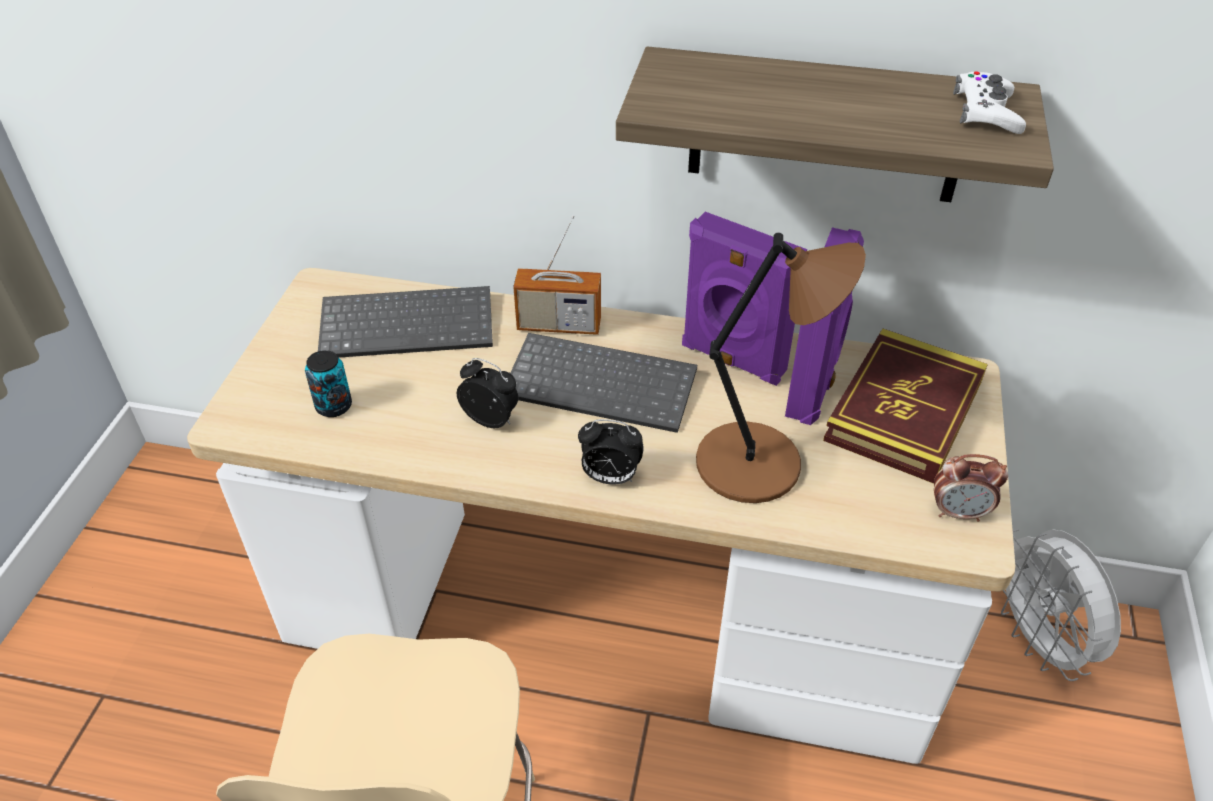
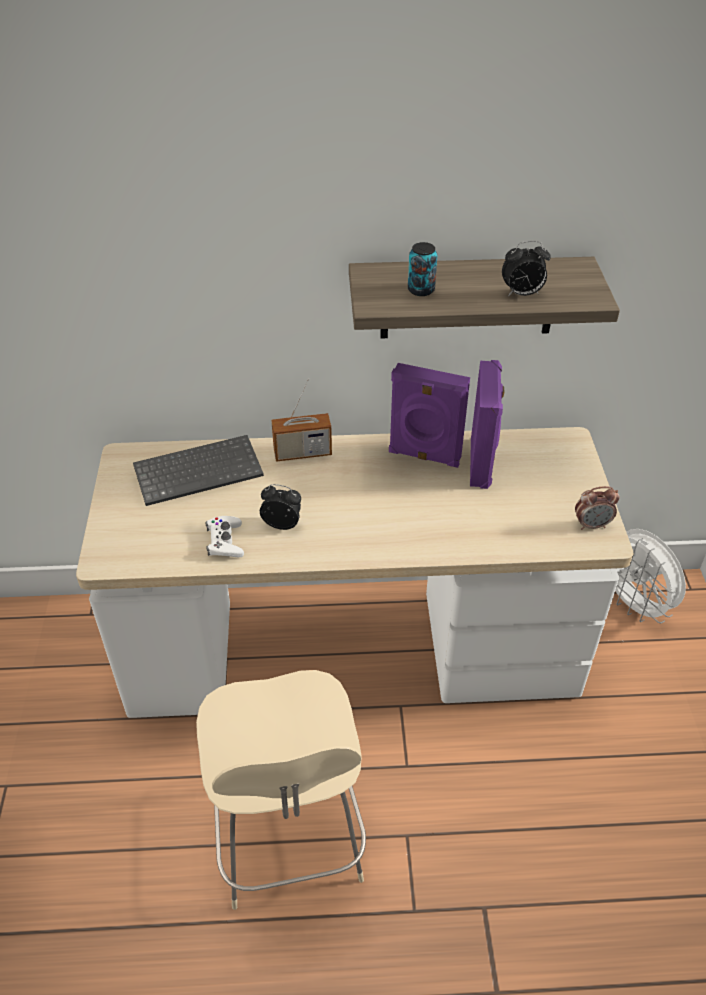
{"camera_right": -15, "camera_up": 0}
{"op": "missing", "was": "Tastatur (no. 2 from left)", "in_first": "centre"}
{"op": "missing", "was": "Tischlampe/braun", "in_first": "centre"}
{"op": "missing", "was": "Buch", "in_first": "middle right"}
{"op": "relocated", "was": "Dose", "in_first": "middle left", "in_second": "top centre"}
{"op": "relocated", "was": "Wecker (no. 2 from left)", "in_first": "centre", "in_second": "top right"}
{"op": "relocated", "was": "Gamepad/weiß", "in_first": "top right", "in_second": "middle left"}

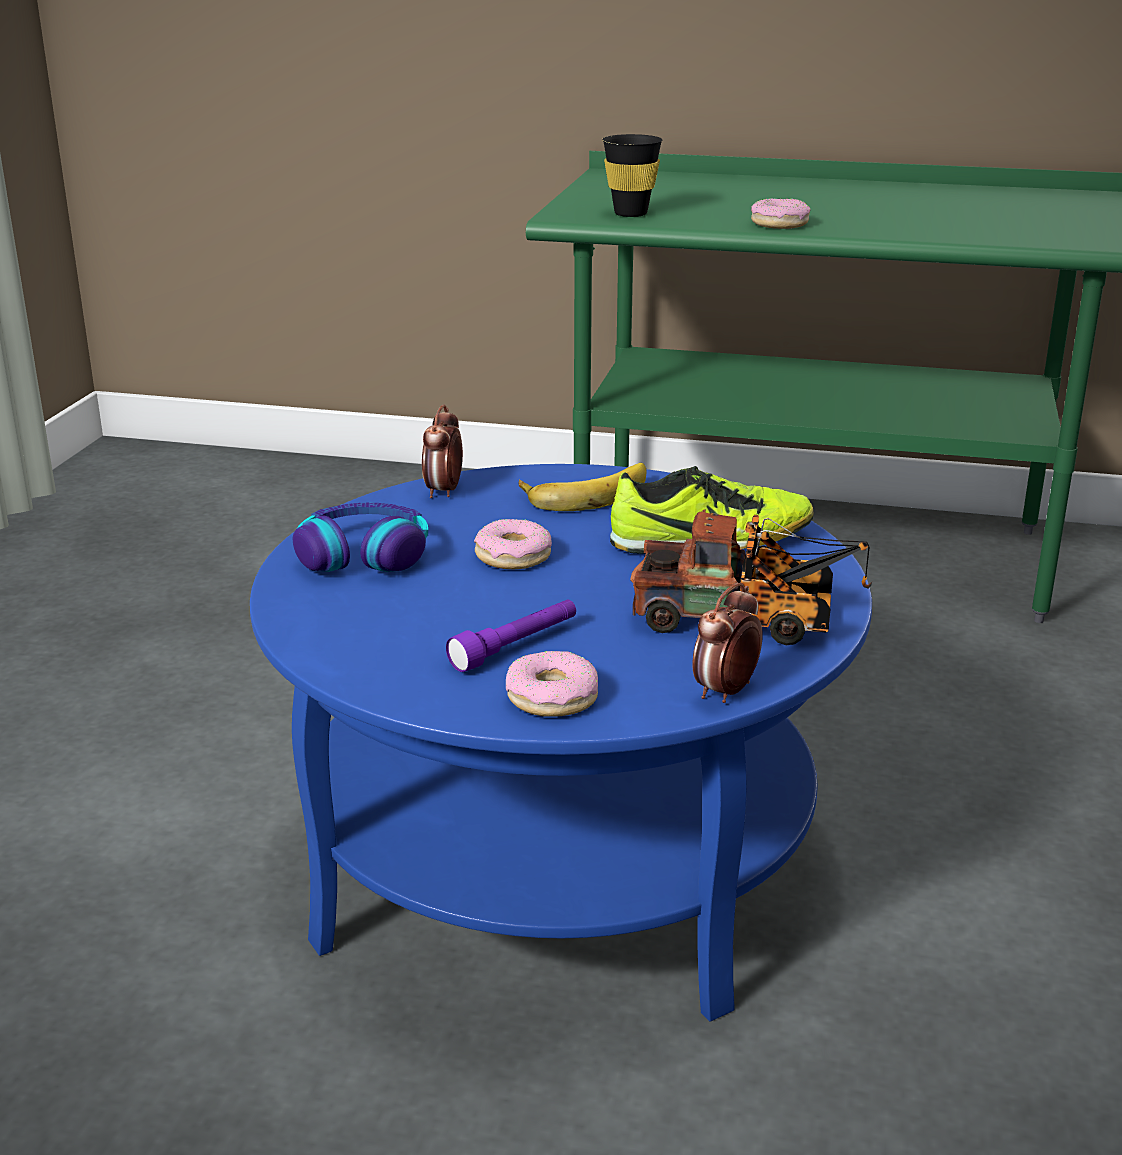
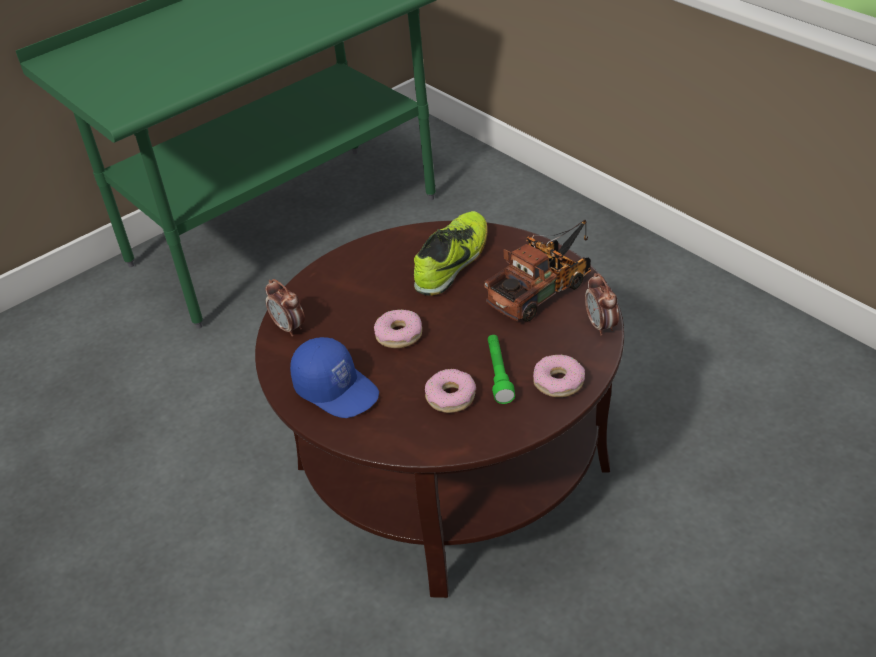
{"camera_right": -50, "camera_up": 15}
{"op": "missing", "was": "Banane", "in_first": "centre"}
{"op": "missing", "was": "Tasse/schwarz", "in_first": "top centre"}
{"op": "relocated", "was": "Donut (no. 3 from left in the first image)", "now": "Donut (no. 2 from left)", "in_first": "top right", "in_second": "centre"}
{"op": "exchanged", "was": "Kopfhörer", "now": "Kappe/blau", "in_first": "middle left", "in_second": "centre"}
{"op": "colour", "was": "Couchtisch/blau", "now": "Couchtisch/braun", "in_first": "centre", "in_second": "centre"}
{"op": "colour", "was": "Taschenlampe/lila", "now": "Taschenlampe/grün", "in_first": "centre", "in_second": "centre"}

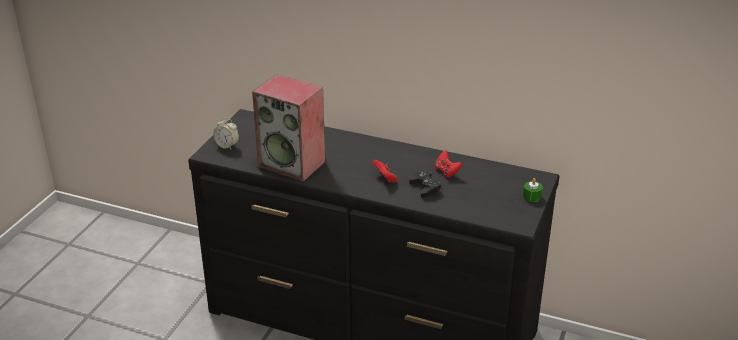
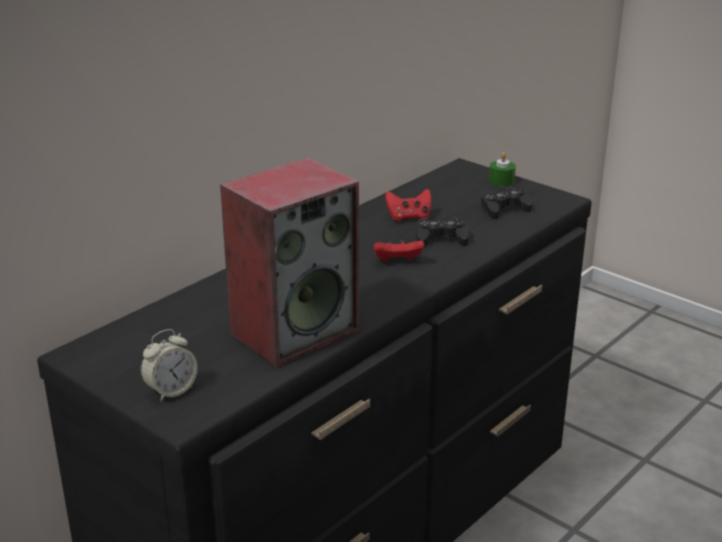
{"camera_right": -70, "camera_up": -5}
{"op": "appeared", "now": "Gamepad/schwarz (no. 2 from left)", "in_second": "middle right"}

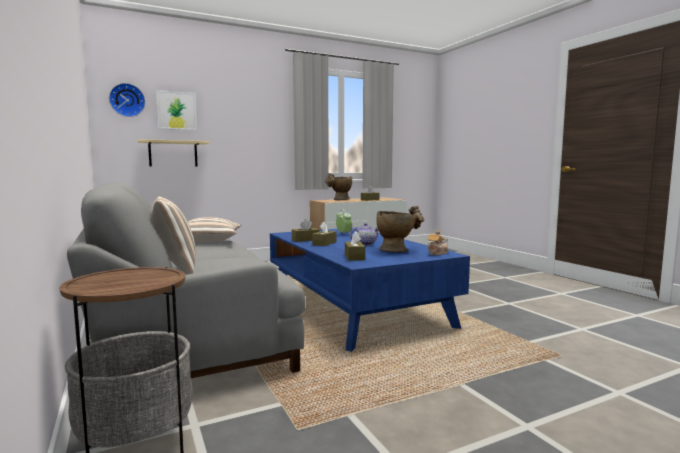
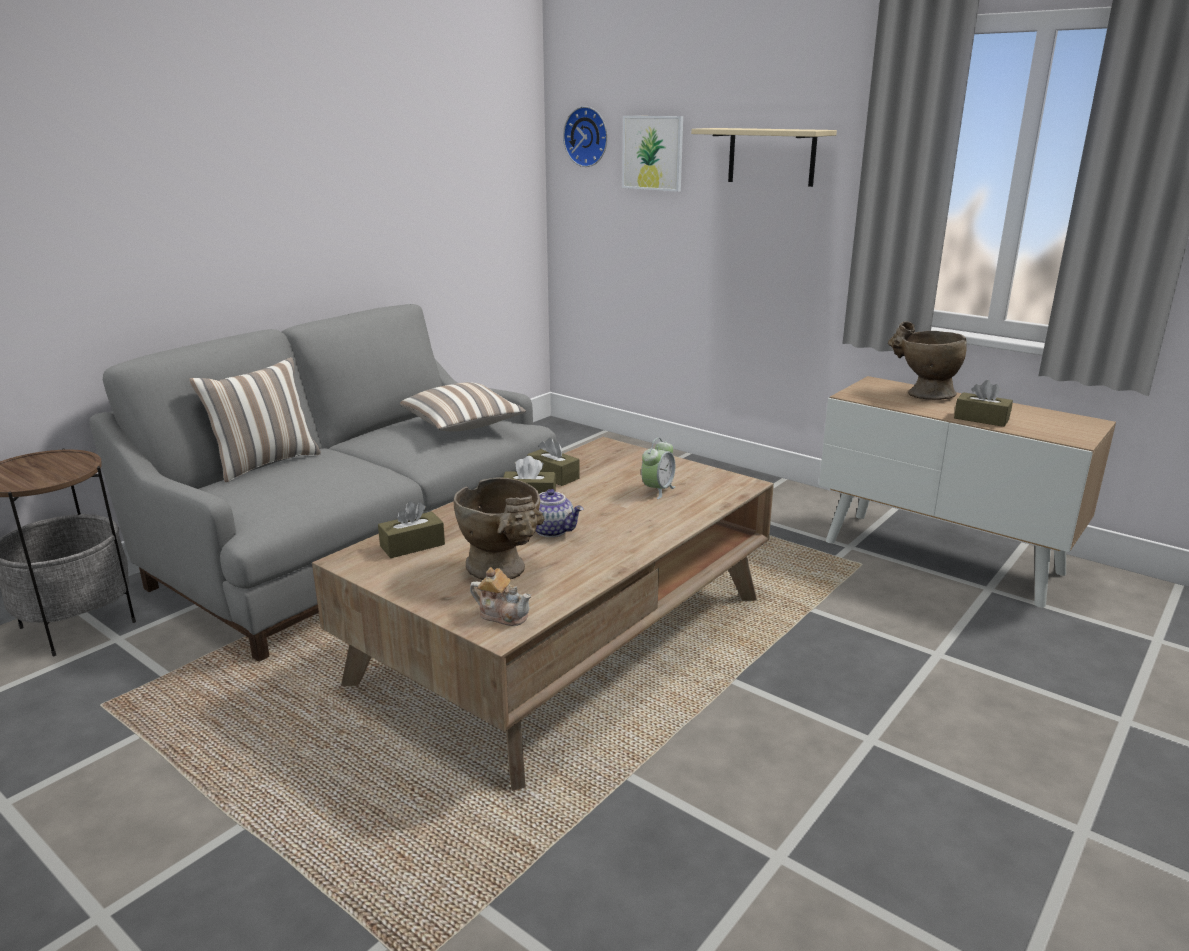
{"camera_right": 65, "camera_up": 15}
{"op": "relocated", "was": "Wandregal/beige", "in_first": "middle left", "in_second": "top centre"}
{"op": "colour", "was": "Couchtisch/blau", "now": "Couchtisch/braun", "in_first": "centre", "in_second": "centre"}

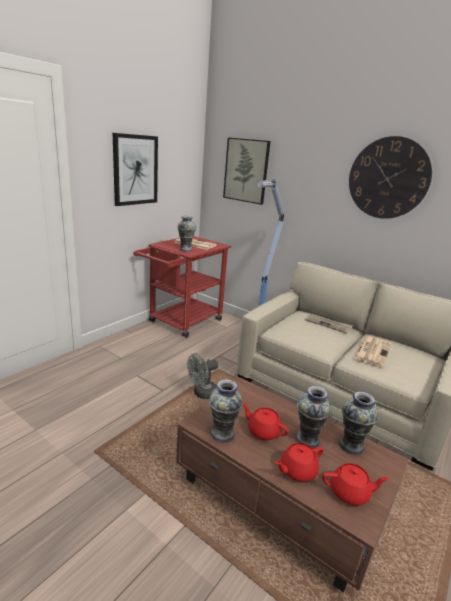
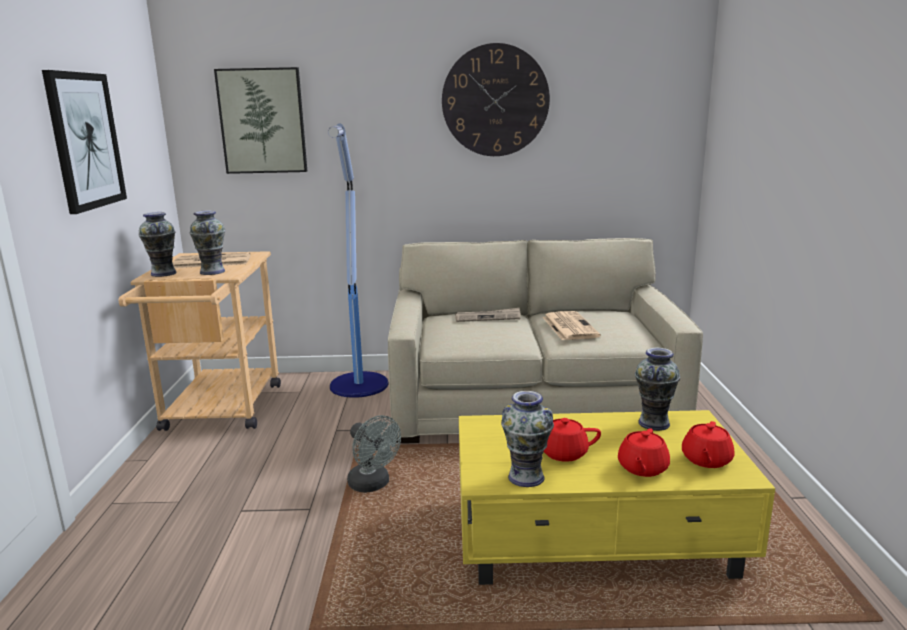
{"camera_right": -35, "camera_up": -5}
{"op": "relocated", "was": "Vase (no. 3 from left in the first image)", "now": "Vase (no. 1 from left)", "in_first": "bottom right", "in_second": "middle left"}
{"op": "colour", "was": "Rollwagen/rot", "now": "Rollwagen/beige", "in_first": "centre", "in_second": "middle left"}
{"op": "colour", "was": "Couchtisch/braun", "now": "Couchtisch/gelb", "in_first": "bottom centre", "in_second": "bottom right"}
{"op": "spun", "was": "Ventilator/grau", "in_first": "centre", "in_second": "bottom centre", "clockwise": -60}
{"op": "spun", "was": "Teekanne/rot (no. 3 from left)", "in_first": "bottom right", "in_second": "bottom right", "clockwise": 150}

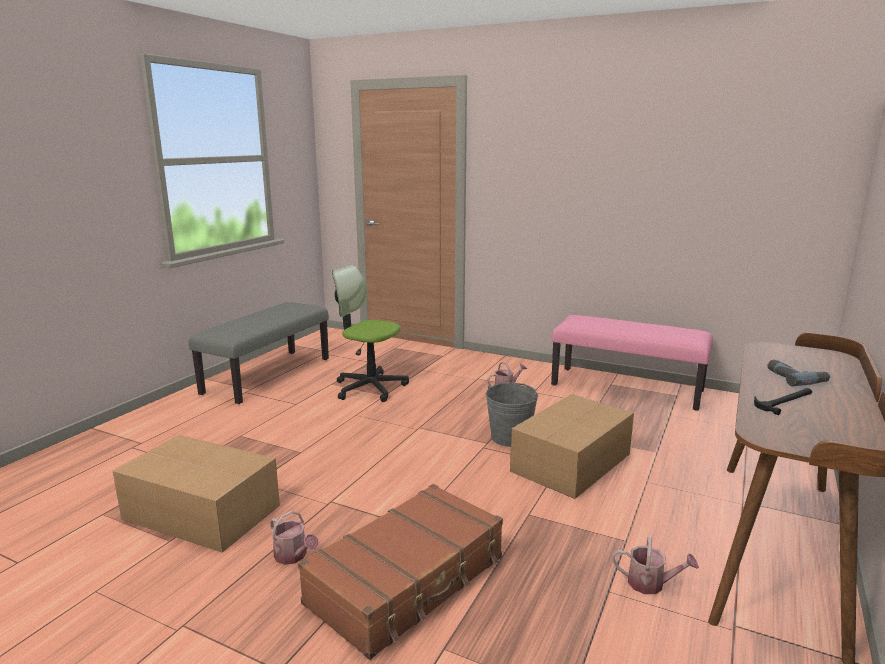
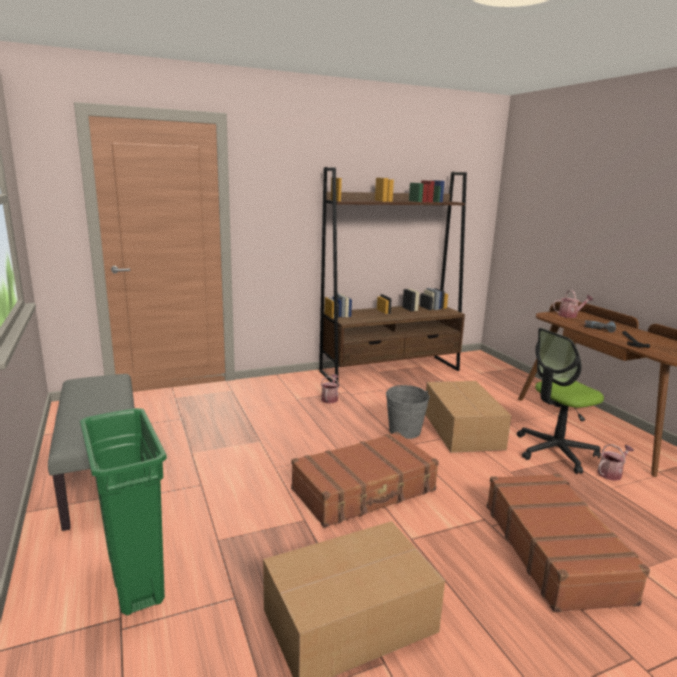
{"camera_right": -50, "camera_up": 0}
{"op": "appeared", "now": "Mülleimer/grün", "in_second": "bottom left"}
{"op": "appeared", "now": "Koffer/braun (no. 1 from left)", "in_second": "bottom centre"}
{"op": "relocated", "was": "Gießkanne (no. 1 from left in the first image)", "now": "Gießkanne (no. 2 from left)", "in_first": "bottom left", "in_second": "middle right"}
{"op": "relocated", "was": "Bürostuhl", "in_first": "centre", "in_second": "middle right"}
{"op": "exchanged", "was": "Bank/rosa", "now": "Bücherregal/braun", "in_first": "middle right", "in_second": "centre"}

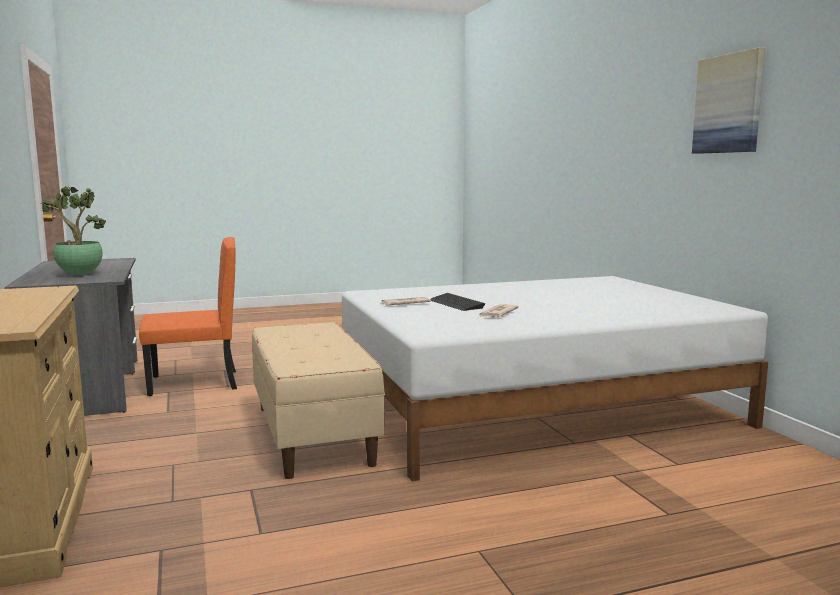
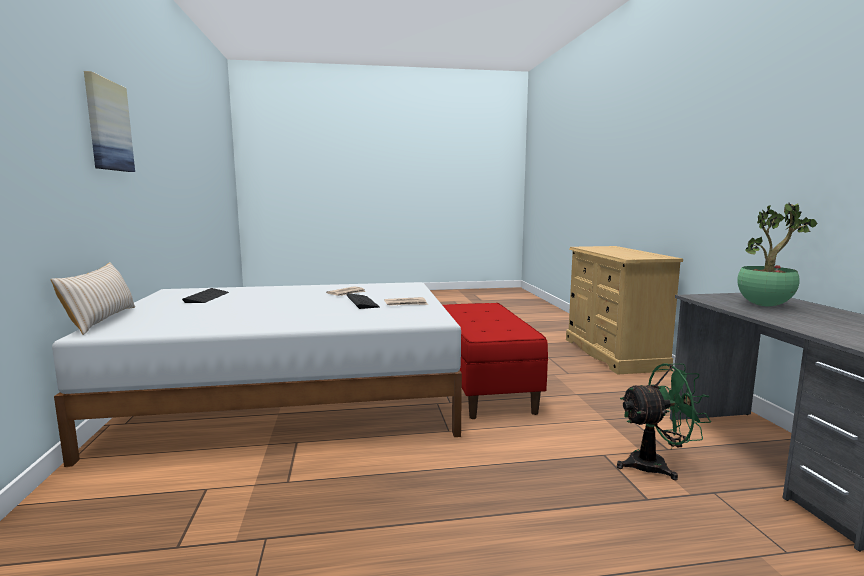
{"camera_right": -170, "camera_up": 0}
{"op": "appeared", "now": "Kissen/beige", "in_second": "middle left"}
{"op": "appeared", "now": "Tastatur (no. 1 from left)", "in_second": "middle left"}
{"op": "exchanged", "was": "Stuhl/orange", "now": "Ventilator/grün", "in_first": "middle left", "in_second": "bottom right"}
{"op": "colour", "was": "Bank/beige", "now": "Bank/rot", "in_first": "bottom centre", "in_second": "centre"}

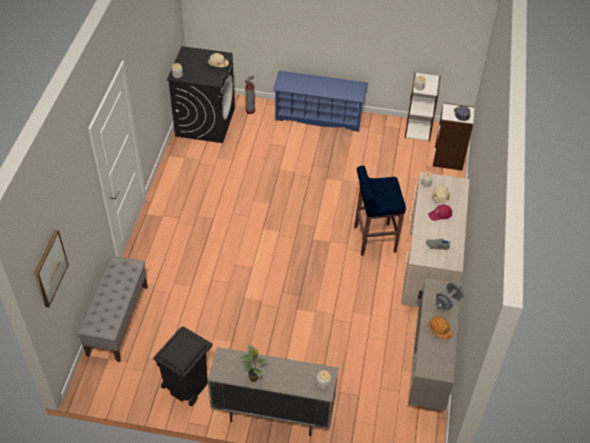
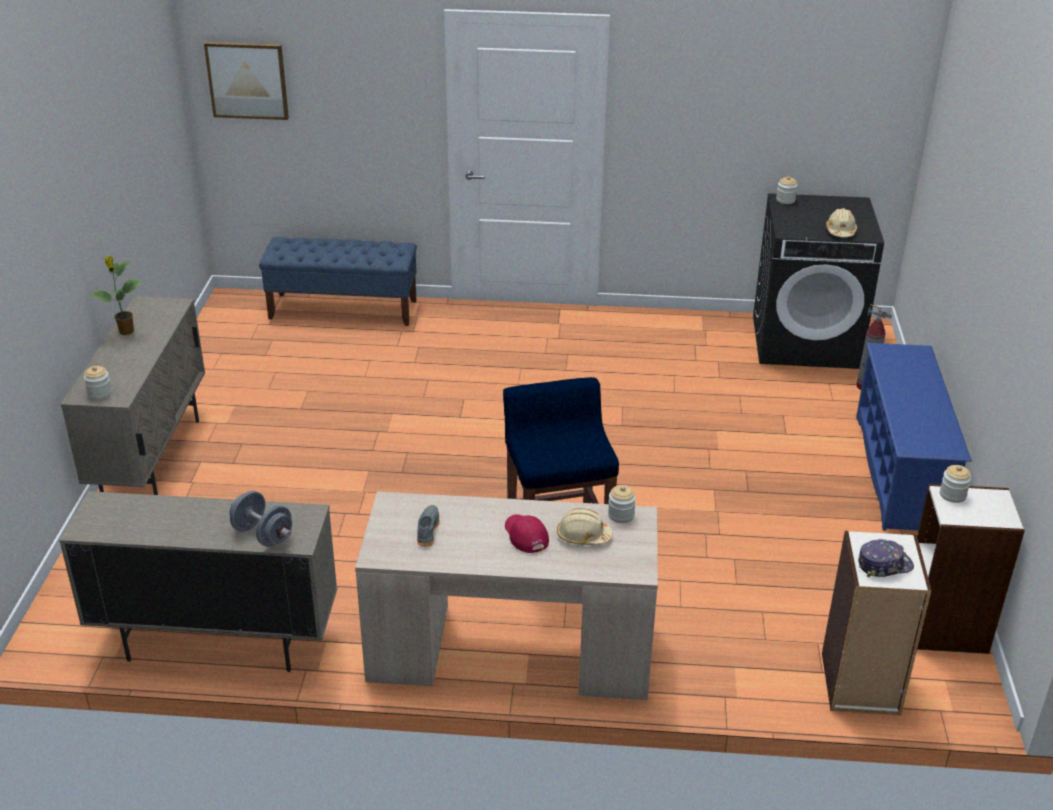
{"camera_right": 85, "camera_up": -15}
{"op": "missing", "was": "Mülleimer/schwarz", "in_first": "bottom left"}
{"op": "missing", "was": "Schutzhelm/orange", "in_first": "bottom right"}
{"op": "colour", "was": "Bank/grau", "now": "Bank/blau", "in_first": "bottom left", "in_second": "middle left"}

